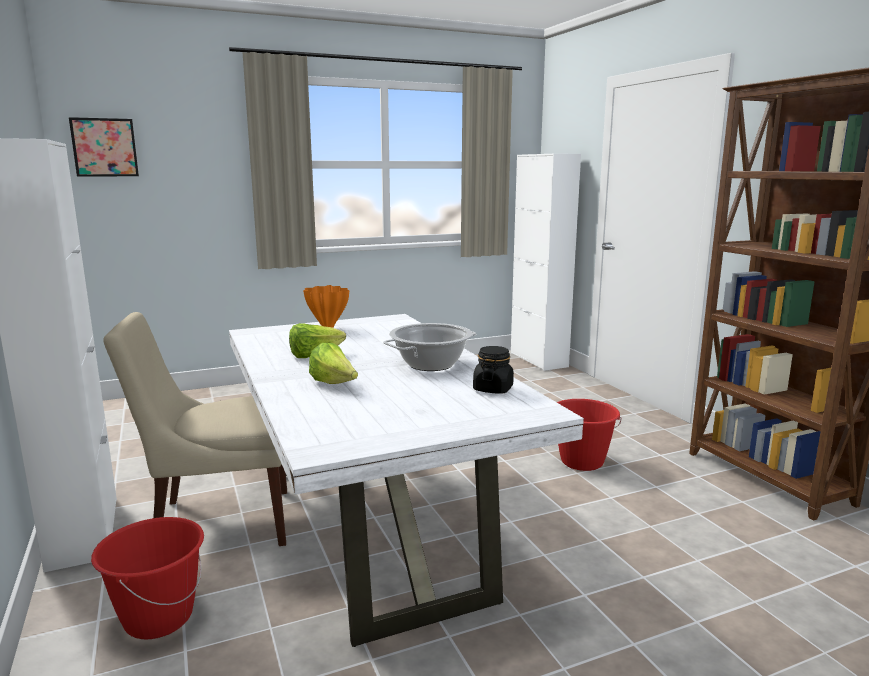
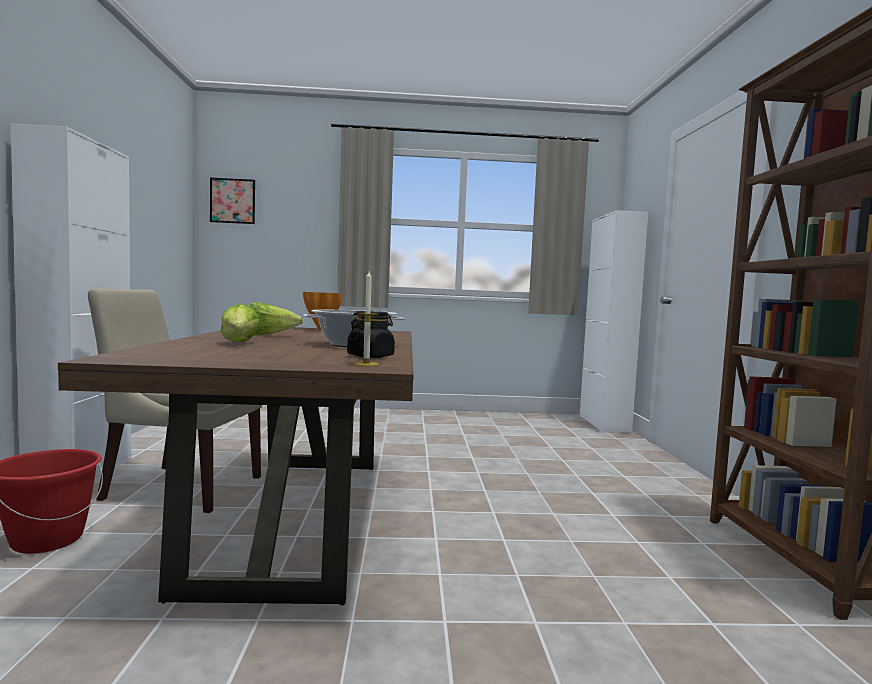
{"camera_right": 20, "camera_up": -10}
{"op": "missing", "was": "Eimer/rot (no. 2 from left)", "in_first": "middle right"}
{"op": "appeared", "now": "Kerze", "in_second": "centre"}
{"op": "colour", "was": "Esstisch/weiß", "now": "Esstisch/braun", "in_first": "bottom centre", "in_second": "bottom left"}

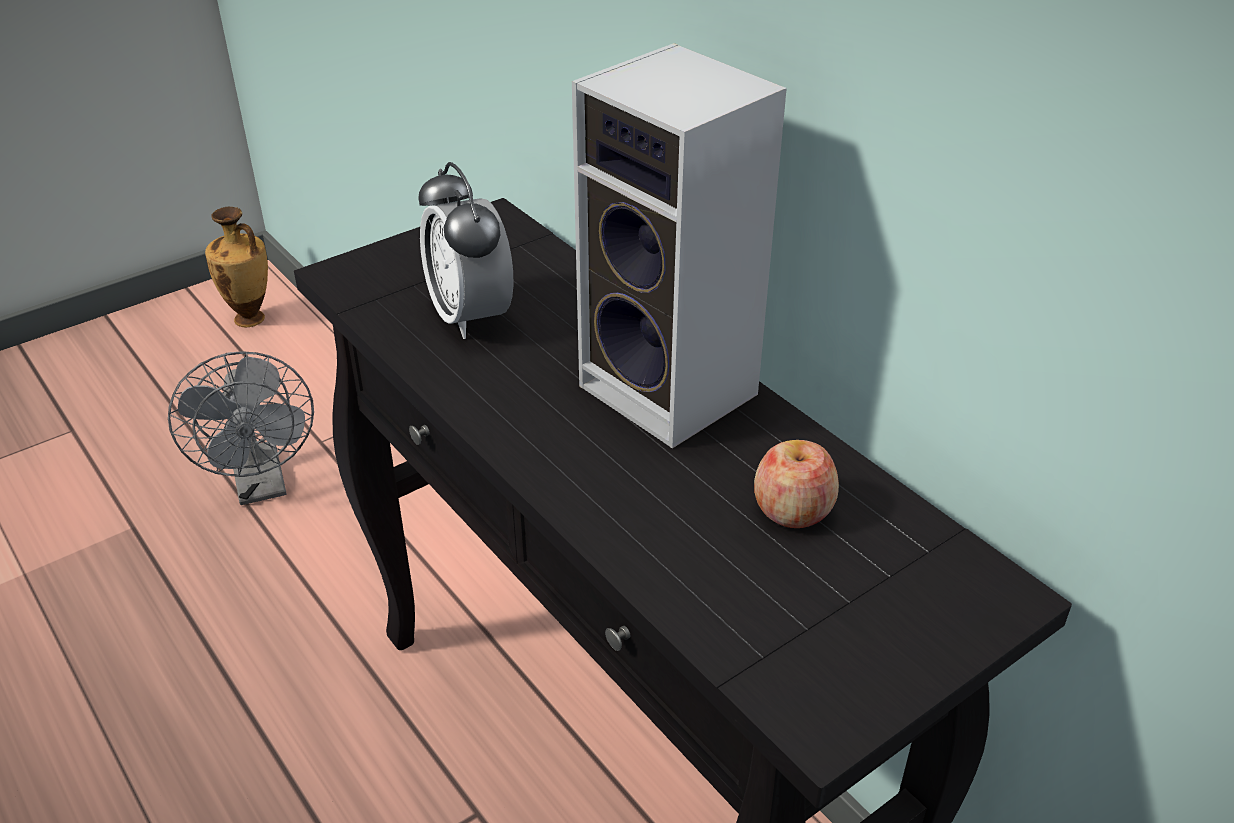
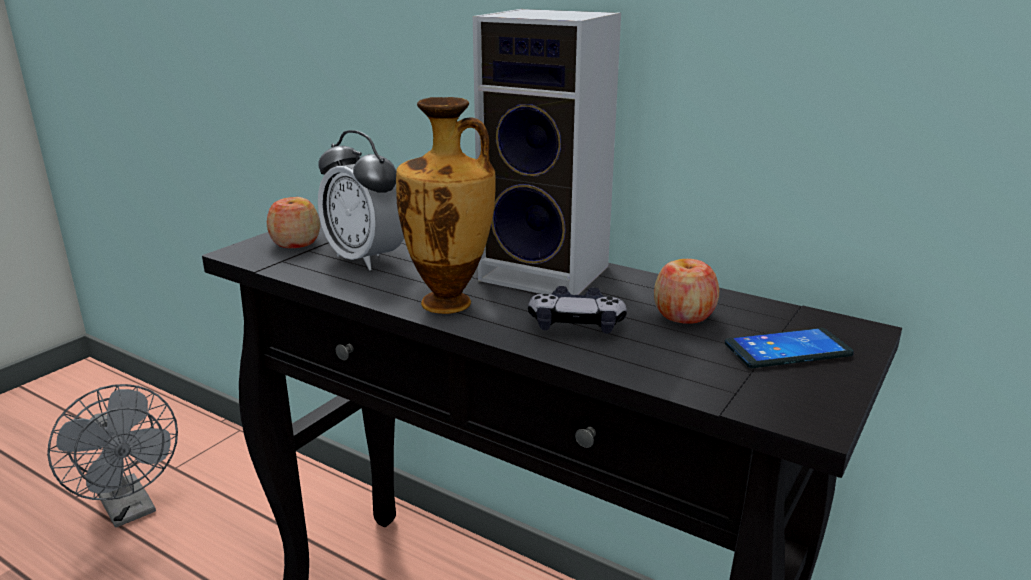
{"camera_right": -20, "camera_up": -15}
{"op": "appeared", "now": "Apfel (no. 1 from left)", "in_second": "middle left"}
{"op": "appeared", "now": "Gamepad", "in_second": "centre"}
{"op": "appeared", "now": "Handy", "in_second": "middle right"}
{"op": "relocated", "was": "Vase", "in_first": "top left", "in_second": "centre"}

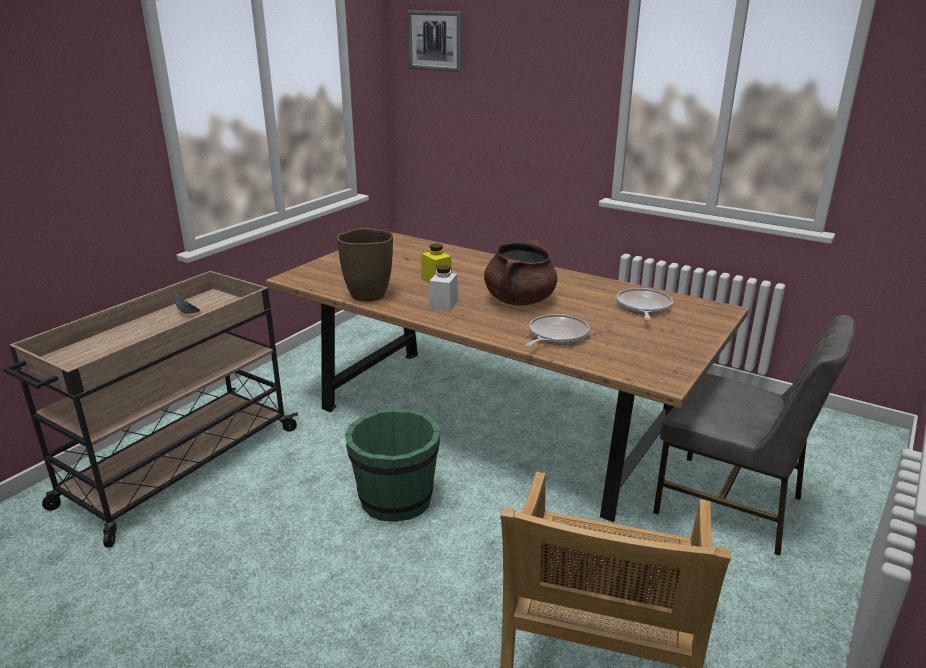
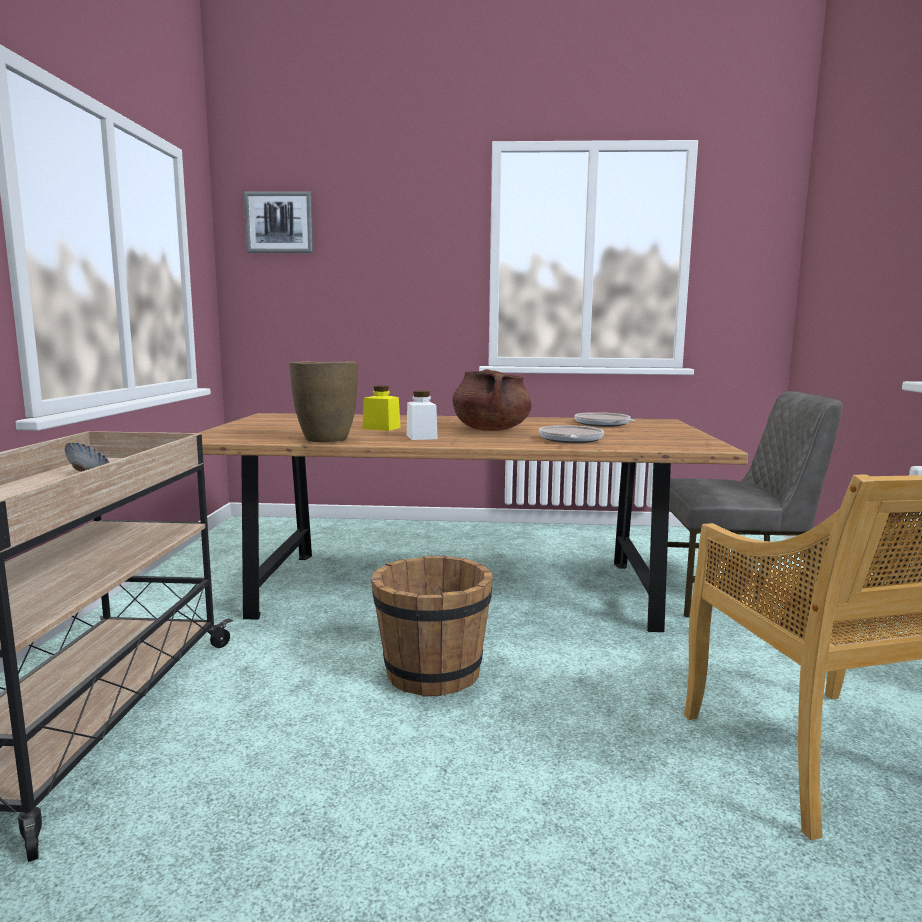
{"camera_right": -30, "camera_up": -15}
{"op": "colour", "was": "Eimer/grün", "now": "Eimer/braun", "in_first": "bottom centre", "in_second": "bottom centre"}

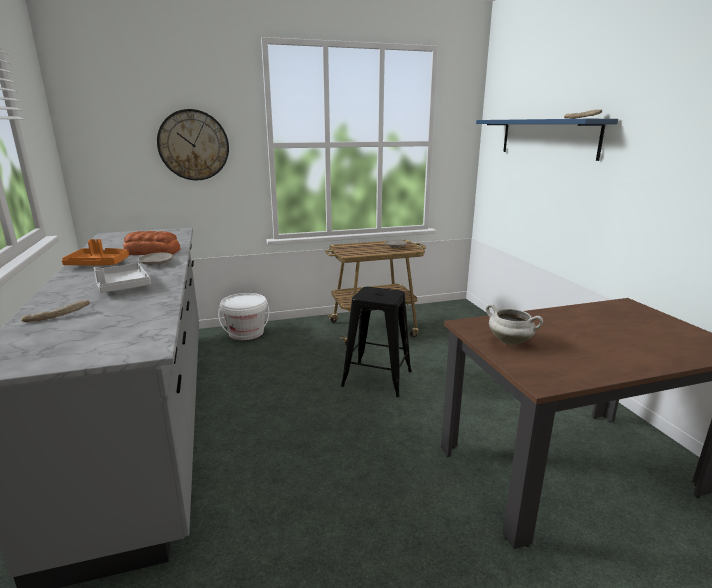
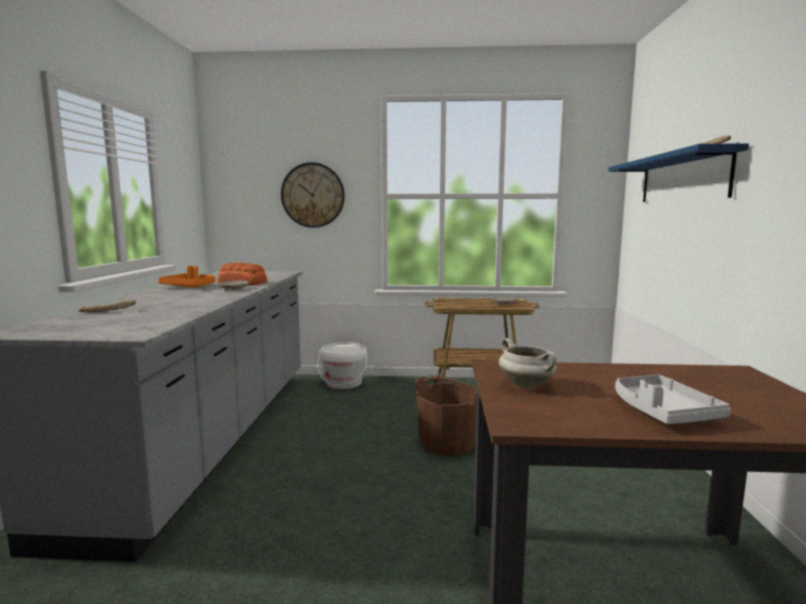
{"camera_right": 20, "camera_up": -10}
{"op": "relocated", "was": "Tablett/grau", "in_first": "middle left", "in_second": "middle right"}
{"op": "exchanged", "was": "Hocker/schwarz", "now": "Eimer/braun", "in_first": "centre", "in_second": "bottom centre"}

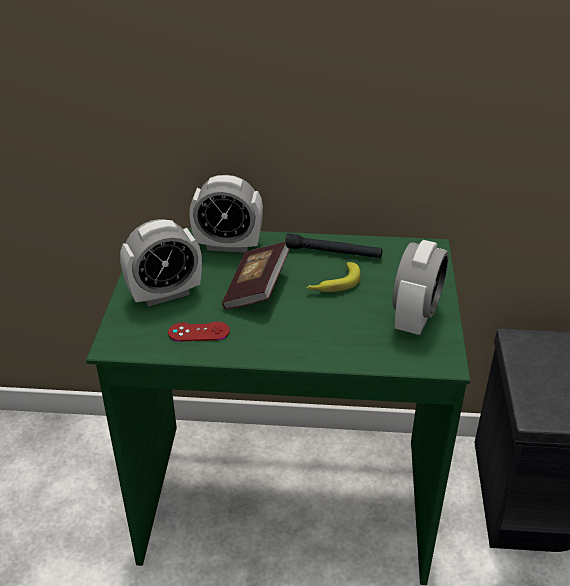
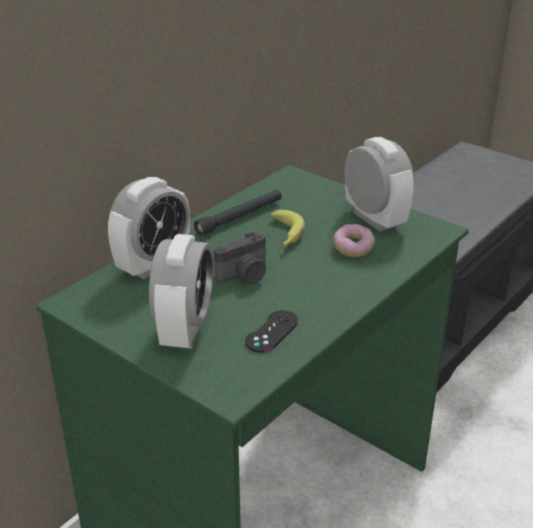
{"camera_right": -55, "camera_up": -5}
{"op": "appeared", "now": "Donut", "in_second": "centre"}
{"op": "exchanged", "was": "Buch", "now": "Kamera", "in_first": "centre", "in_second": "centre"}
{"op": "colour", "was": "Gamepad/rot", "now": "Gamepad/schwarz", "in_first": "centre", "in_second": "centre"}

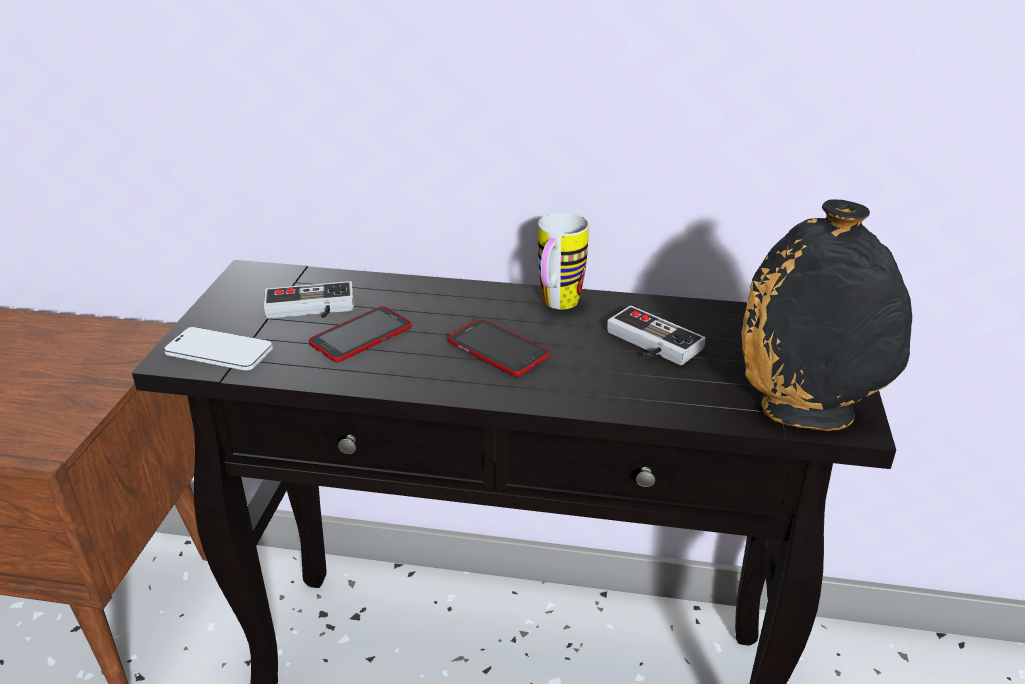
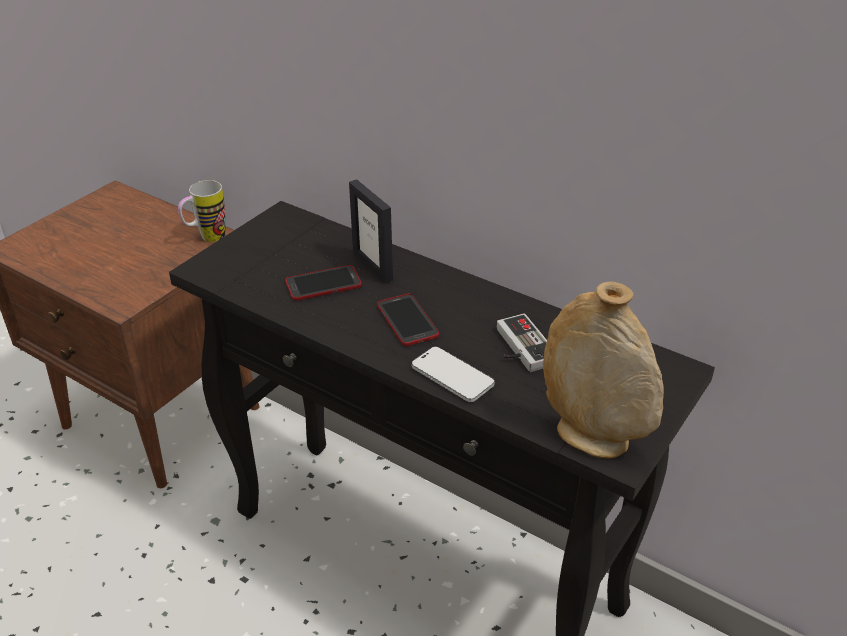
{"camera_right": 25, "camera_up": 5}
{"op": "missing", "was": "Gamepad (no. 1 from left)", "in_first": "middle left"}
{"op": "appeared", "now": "Bilderrahmen", "in_second": "centre"}
{"op": "relocated", "was": "Handy (no. 1 from left in the first image)", "now": "Handy (no. 3 from left)", "in_first": "middle left", "in_second": "centre"}
{"op": "relocated", "was": "Henkelbecher", "in_first": "centre", "in_second": "top left"}
{"op": "colour", "was": "Vase/schwarz", "now": "Vase/beige", "in_first": "middle right", "in_second": "middle right"}

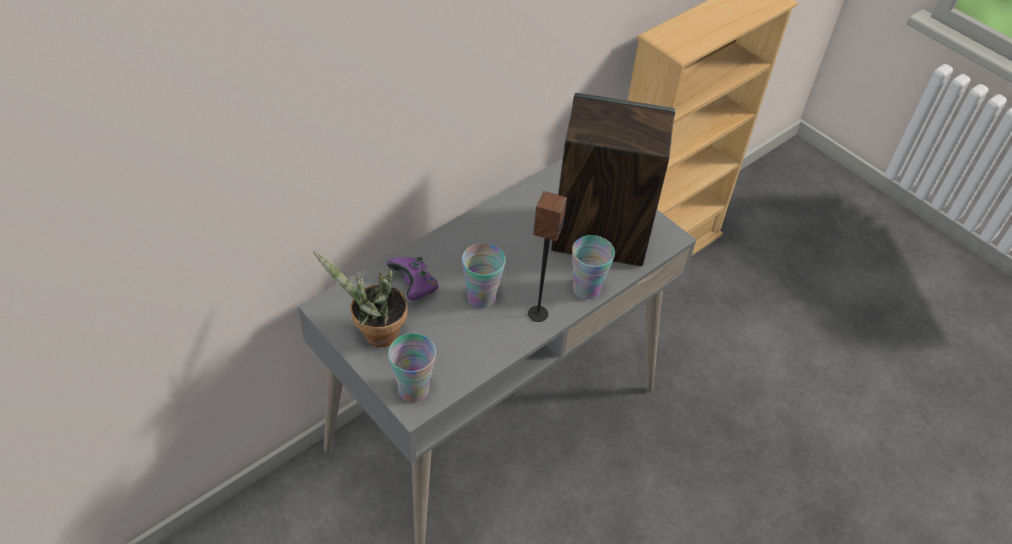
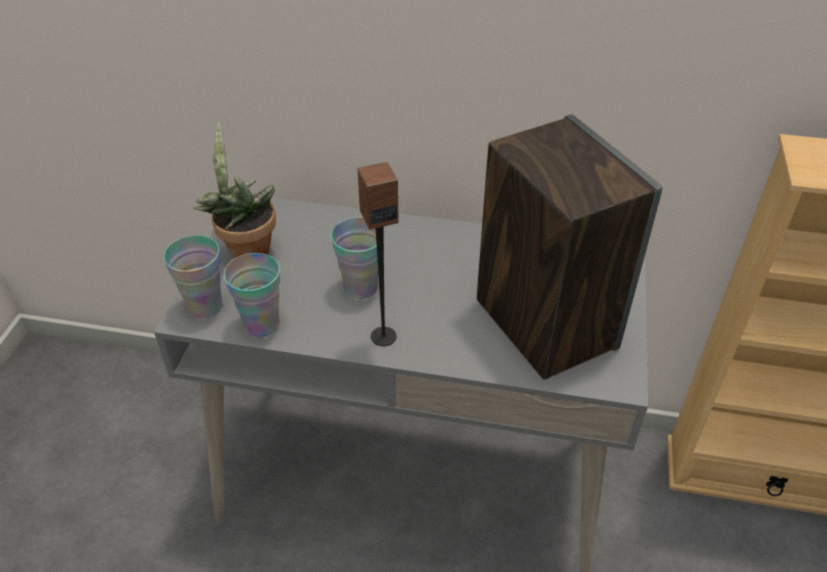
{"camera_right": 55, "camera_up": -5}
{"op": "missing", "was": "Gamepad/lila", "in_first": "centre"}
{"op": "relocated", "was": "Tasse (no. 3 from left in the first image)", "now": "Tasse (no. 2 from left)", "in_first": "centre", "in_second": "middle left"}

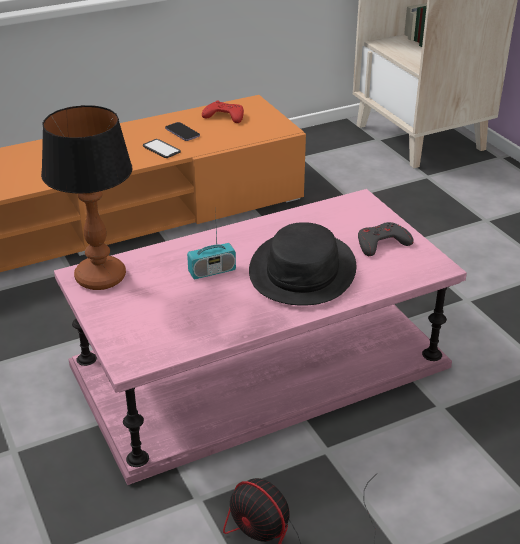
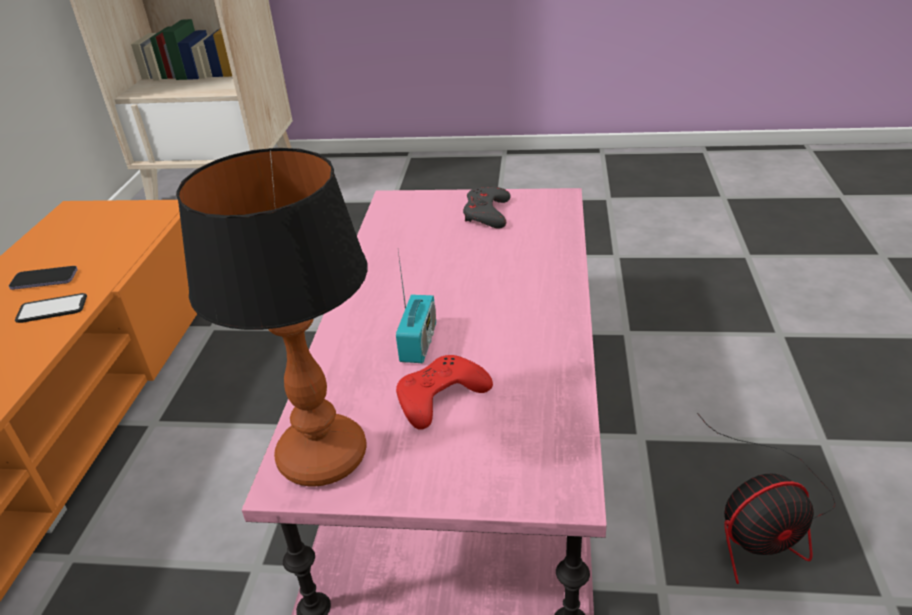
{"camera_right": -55, "camera_up": 0}
{"op": "missing", "was": "Hut/schwarz", "in_first": "centre"}
{"op": "relocated", "was": "Gamepad/rot", "in_first": "top centre", "in_second": "centre"}

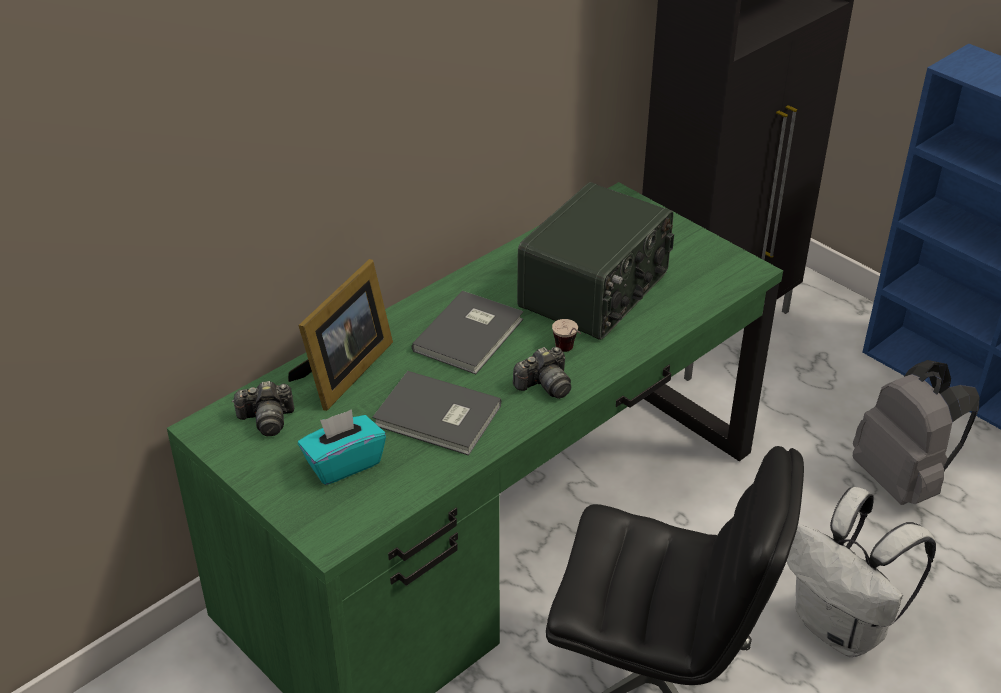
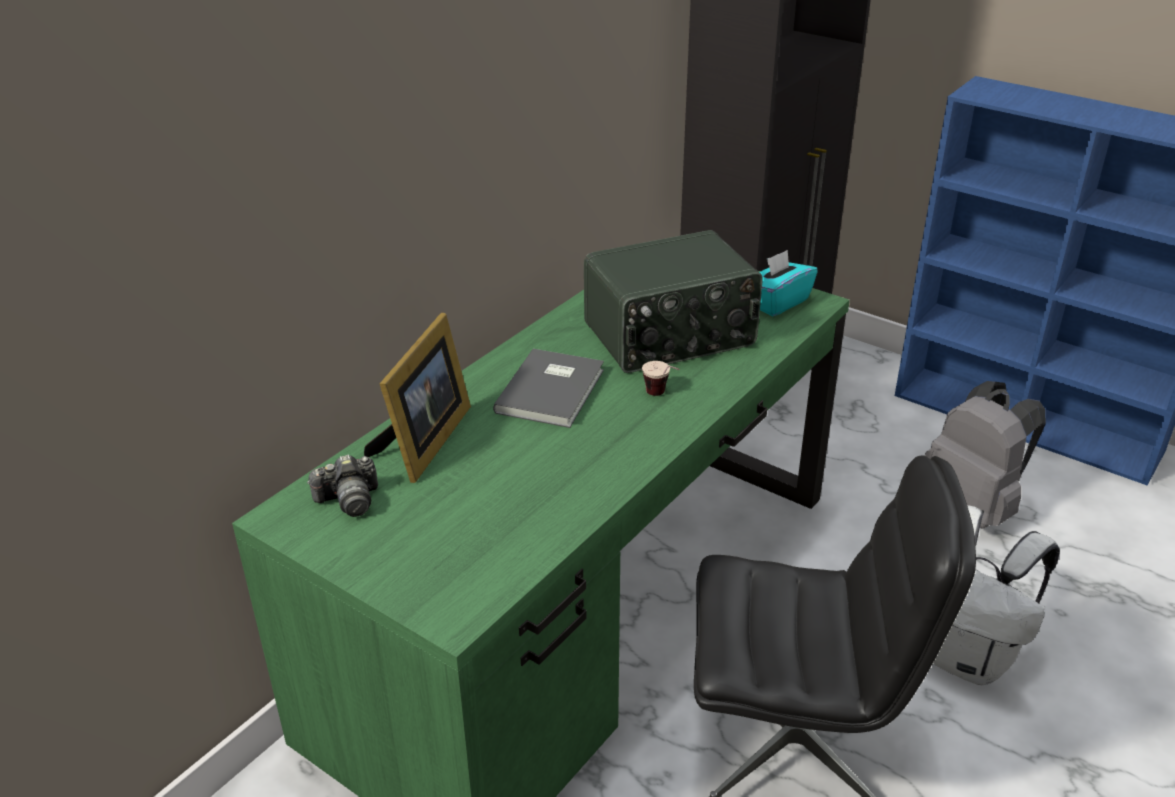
{"camera_right": -10, "camera_up": -5}
{"op": "missing", "was": "Buch/grau (no. 1 from left)", "in_first": "centre"}
{"op": "missing", "was": "Kamera (no. 2 from left)", "in_first": "centre"}
{"op": "relocated", "was": "Taschentuchbox/türkis", "in_first": "centre", "in_second": "middle right"}
{"op": "spun", "was": "Radio", "in_first": "centre", "in_second": "centre", "clockwise": 45}

